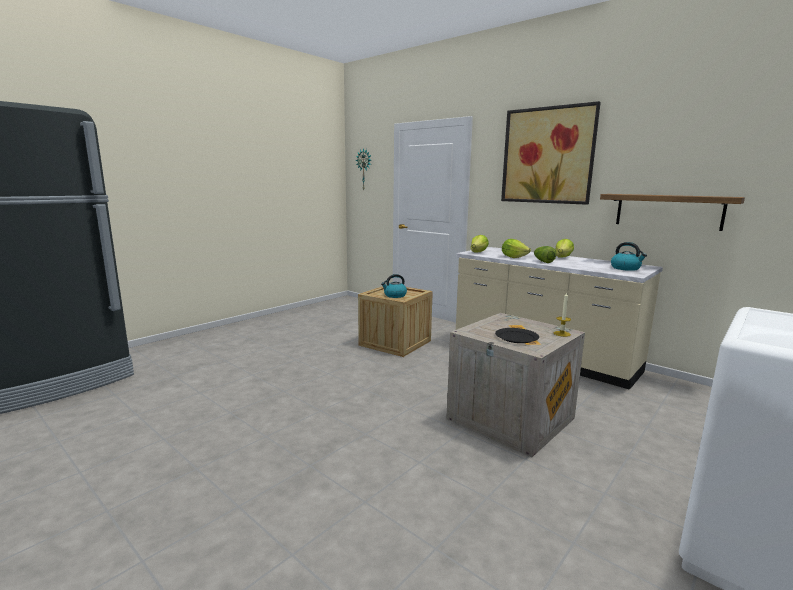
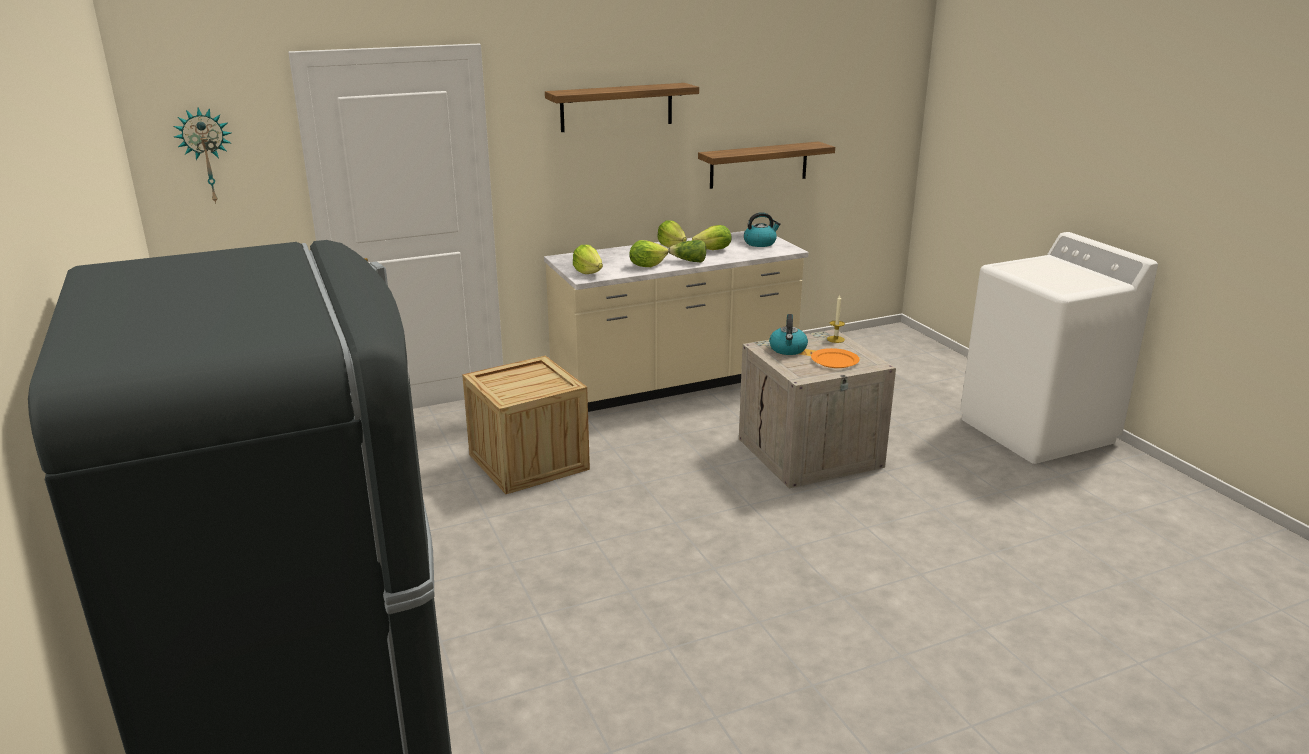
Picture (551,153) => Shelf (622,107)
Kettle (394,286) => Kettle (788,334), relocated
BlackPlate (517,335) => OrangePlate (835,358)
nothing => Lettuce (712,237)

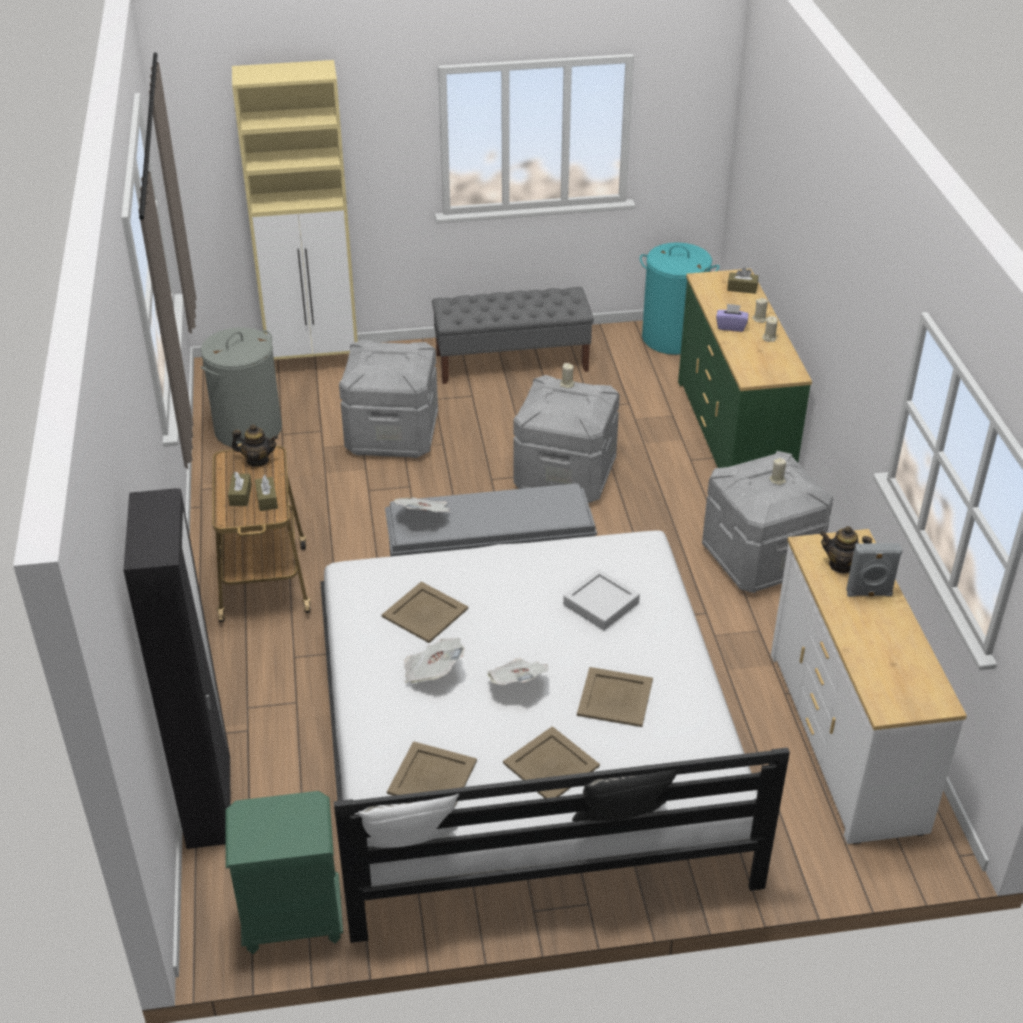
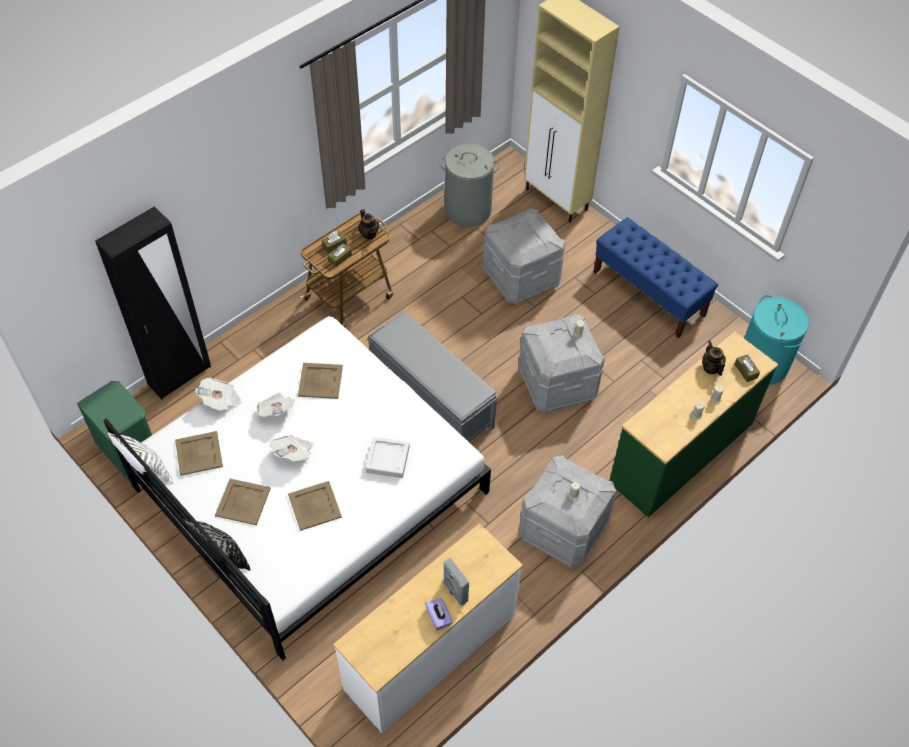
GreyBench (513,335) => BlueBench (656,277)
PurpleTissueBox (732,318) => PurpleTissueBox (439,614), relocated
Newspaper (422,504) => Newspaper (218,394), relocated
Teapot (846,549) => Teapot (714,358), relocated

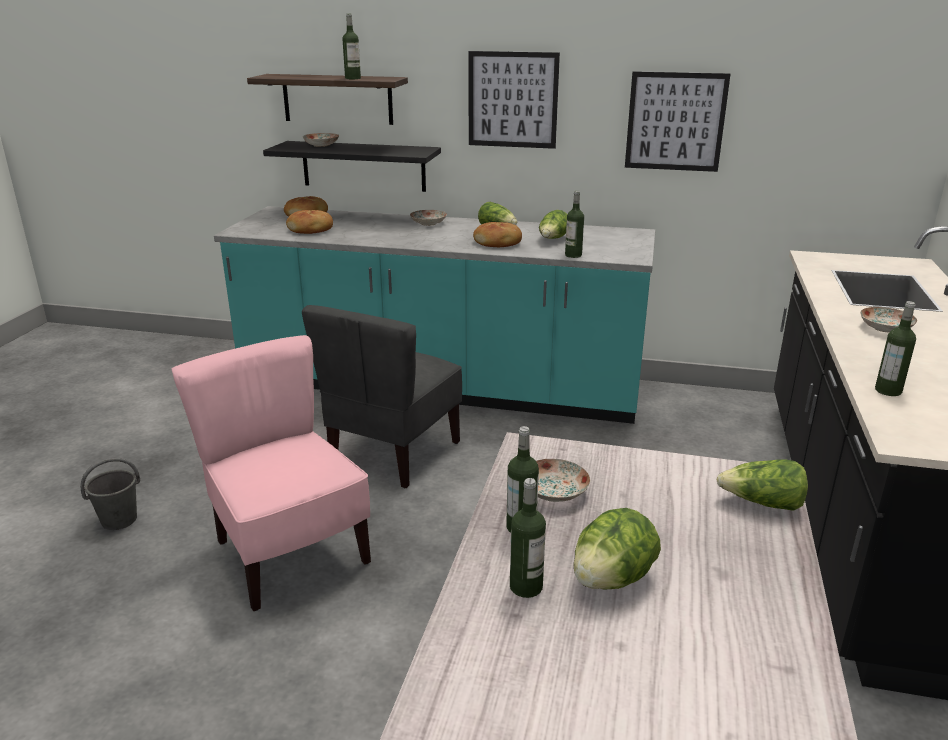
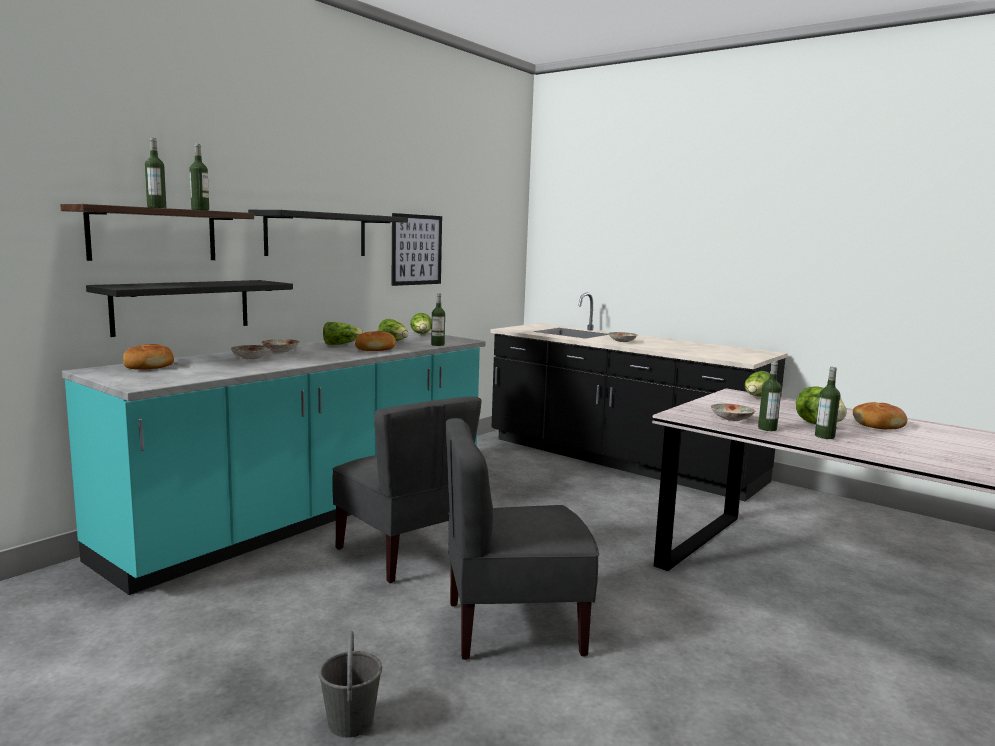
Picture (514,100) => BlackShelf (328,233)
Plate (320,140) => Plate (250,352), relocated
Bread (309,222) => Bread (880,415), relocated
Bottle (895,348) => Bottle (155,173), relocated
PinkChair (271,473) => GreyChair (522,539)
nothing => Lettuce (421,323)

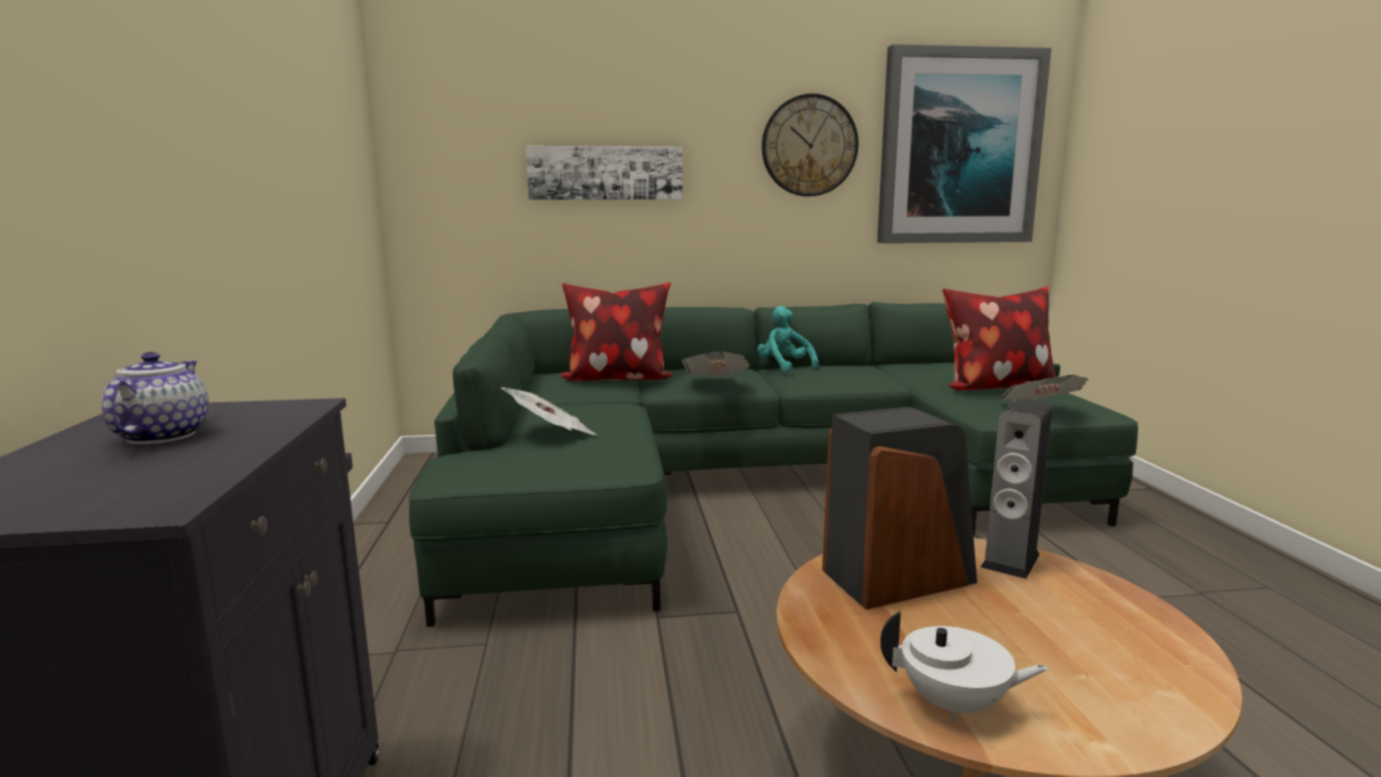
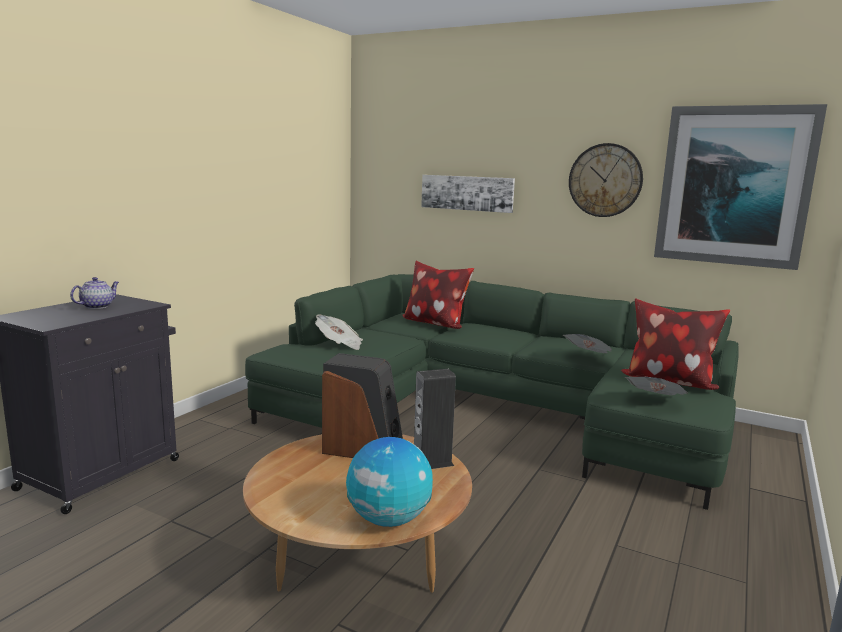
TurquoisePlushToy (788,339) => nothing
Newspaper (716,364) => Newspaper (587,343), relocated
WhiteTeapot (964,666) => nothing
nothing => Globe (389,482)

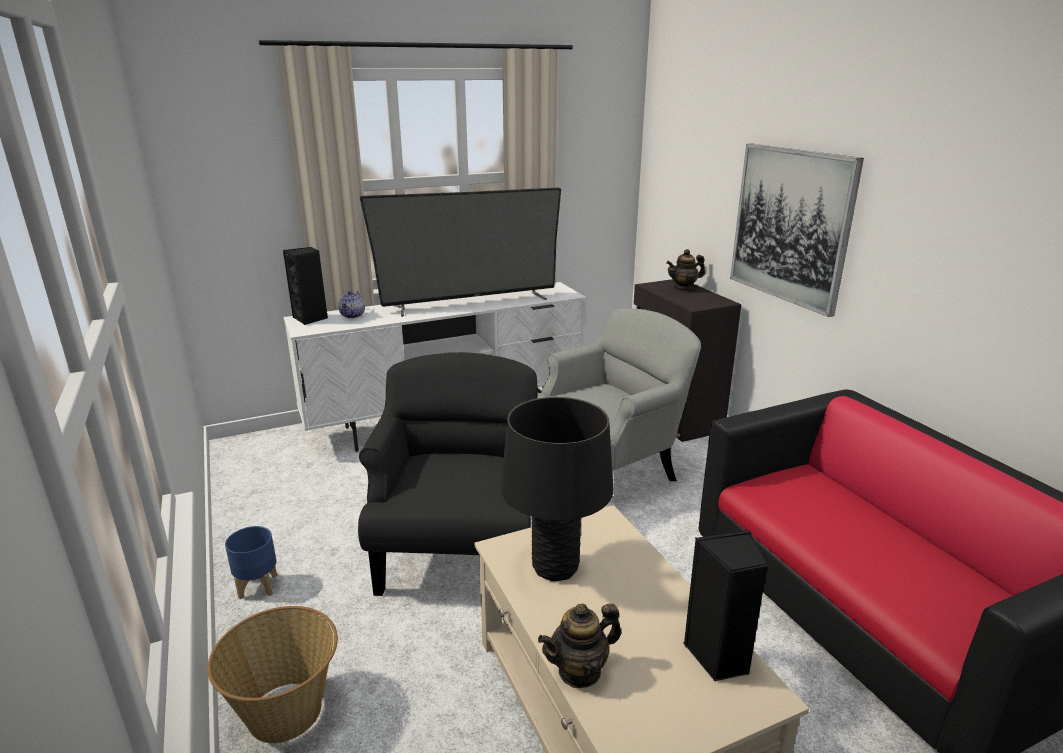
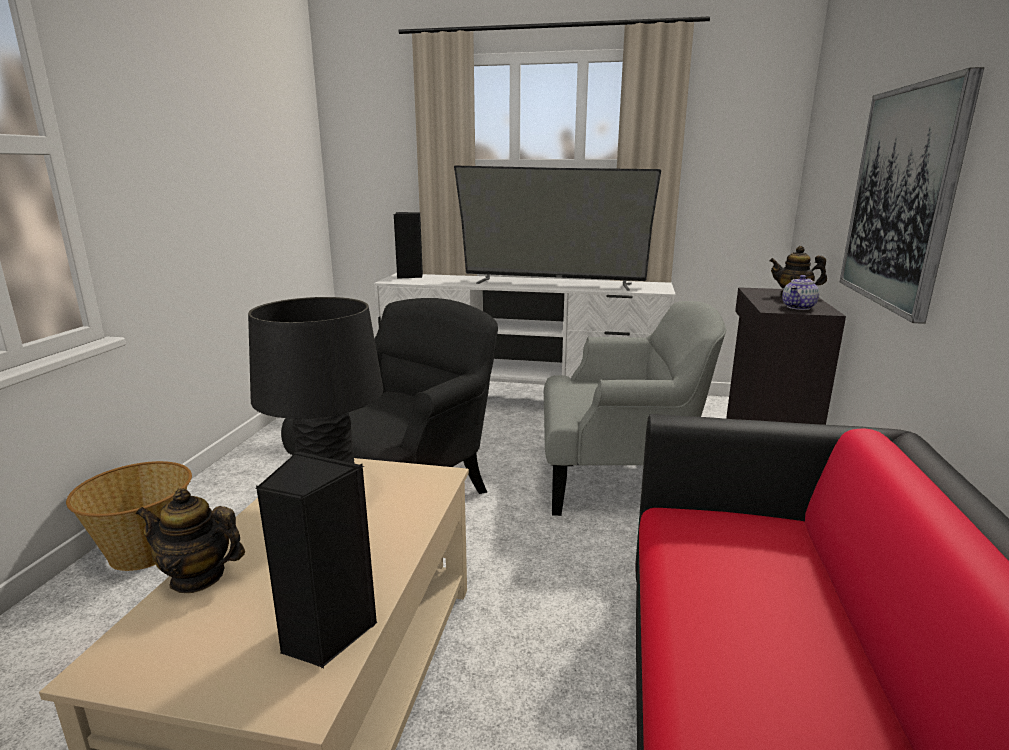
Teapot (351,304) => Teapot (800,292), relocated
BluePlanter (251,562) => nothing

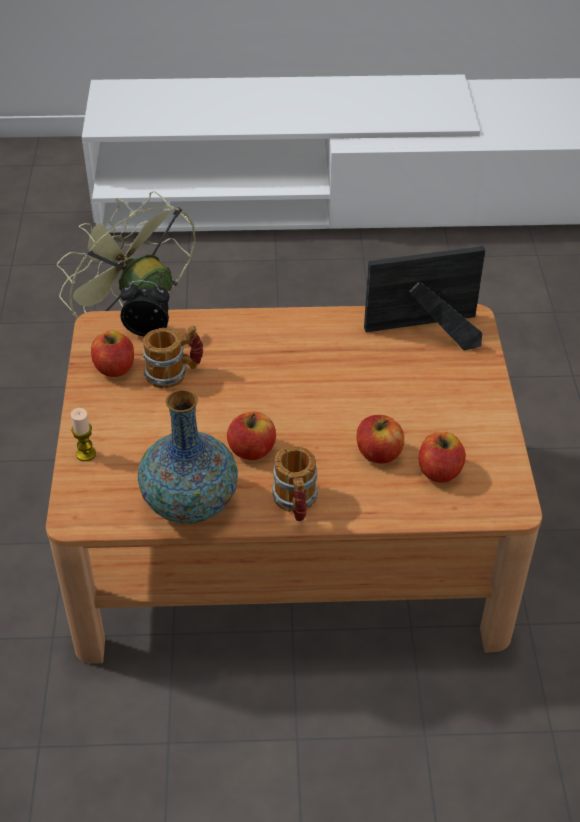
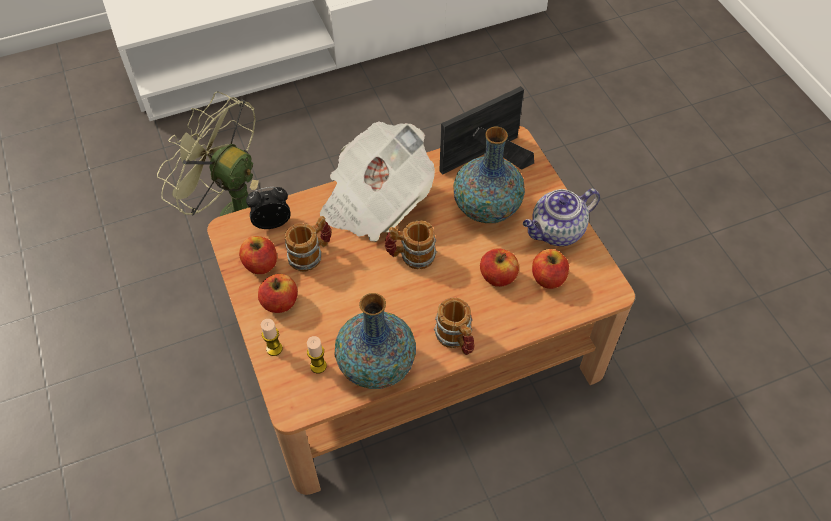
Apple (251,436) => Apple (278,293), relocated
nothing => Newspaper (377,181)
nothing => Vase (489,175)
nothing => Teapot (561,217)
nothing => Mug (411,245)
nothing => Candle (317,355)

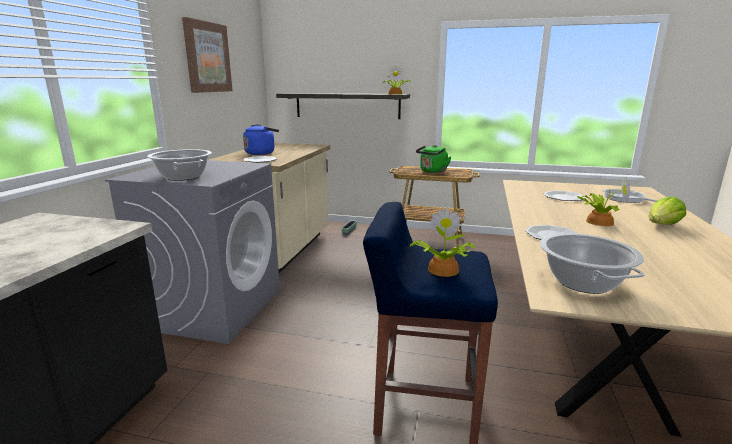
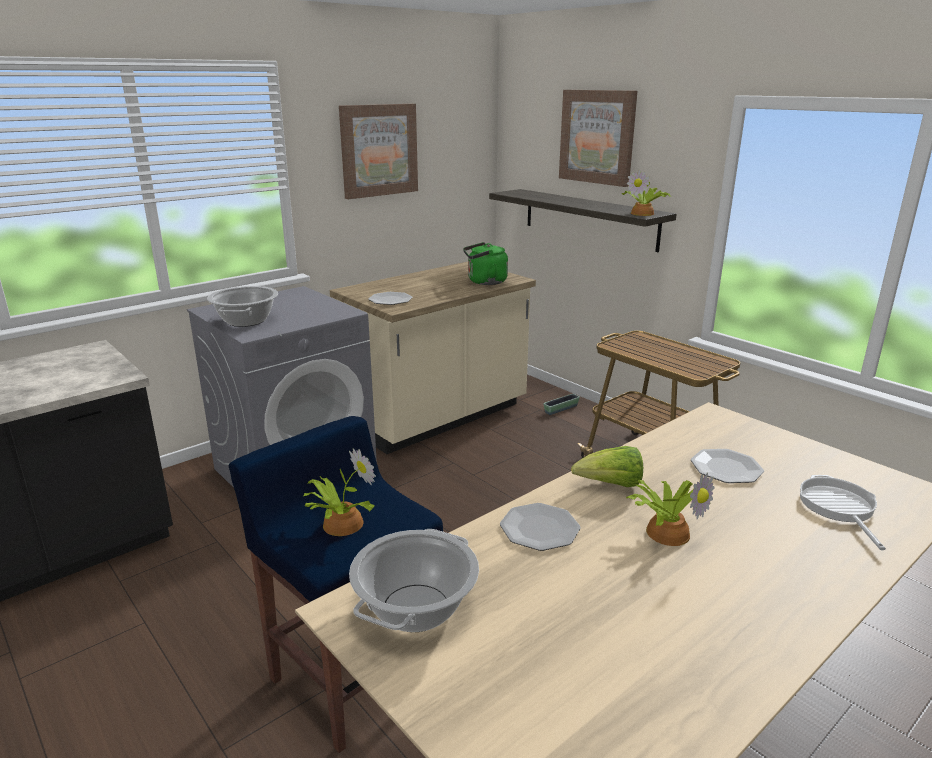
BlueKettle (261,139) => nothing
GreenKettle (433,159) => GreenKettle (485,263), relocated
Lettuce (667,210) => Lettuce (607,466), relocated
nothing => Picture (598,138)

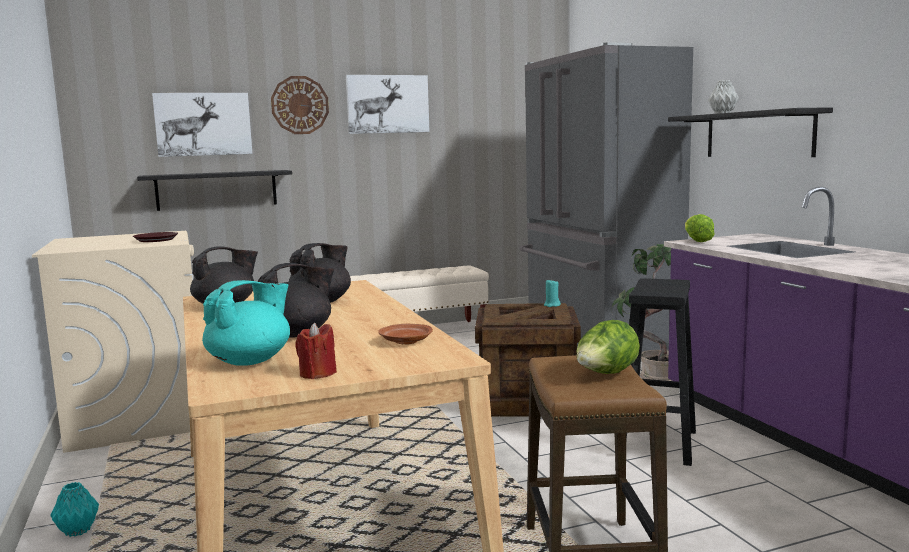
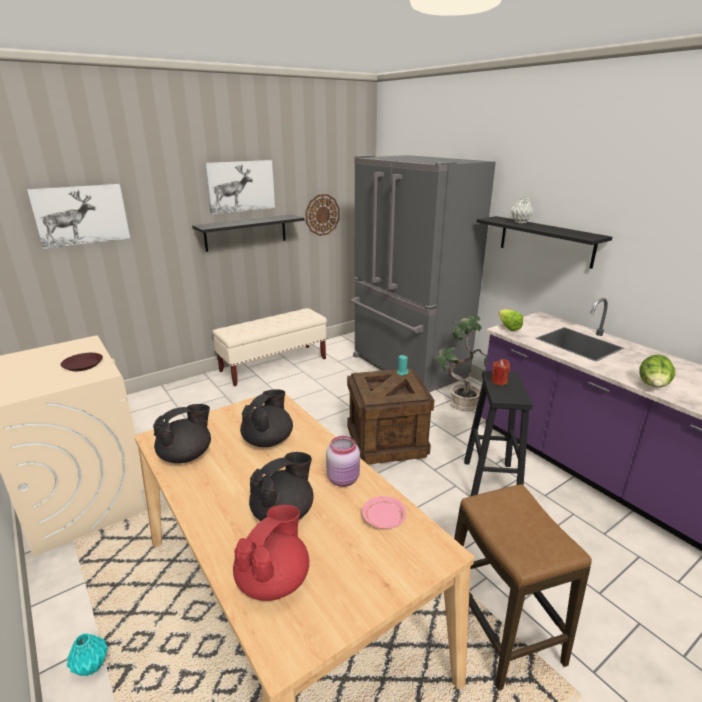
WallClock (300,105) => WallClock (322,215), relocated
BlackShelf (214,190) => BlackShelf (248,233), relocated
TurquoiseTeapot (246,323) => RedTeapot (271,553)
Lettuce (608,347) => Lettuce (657,371), relocated
RedCandle (316,350) => RedCandle (500,372), relocated
BrownPlate (405,334) => PinkPlate (384,512)
nothing => PinkJar (343,461)

